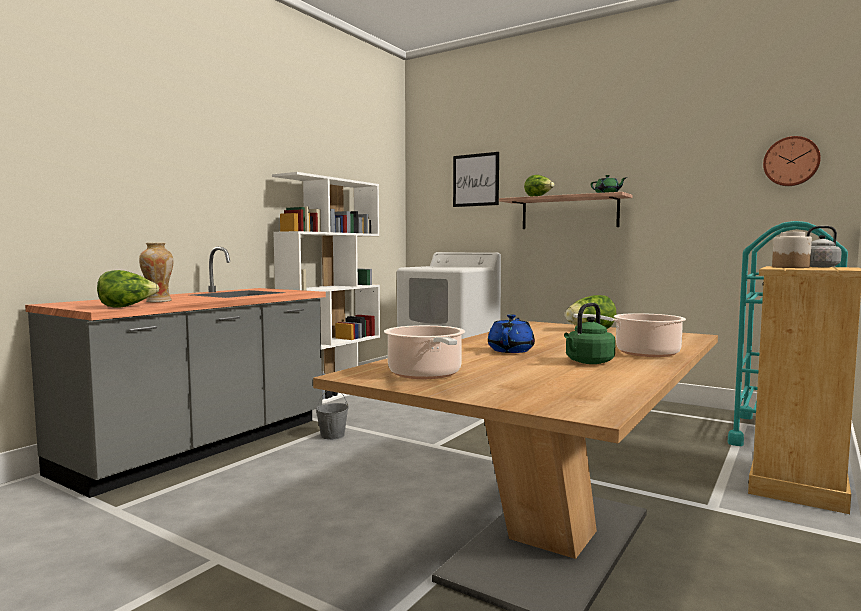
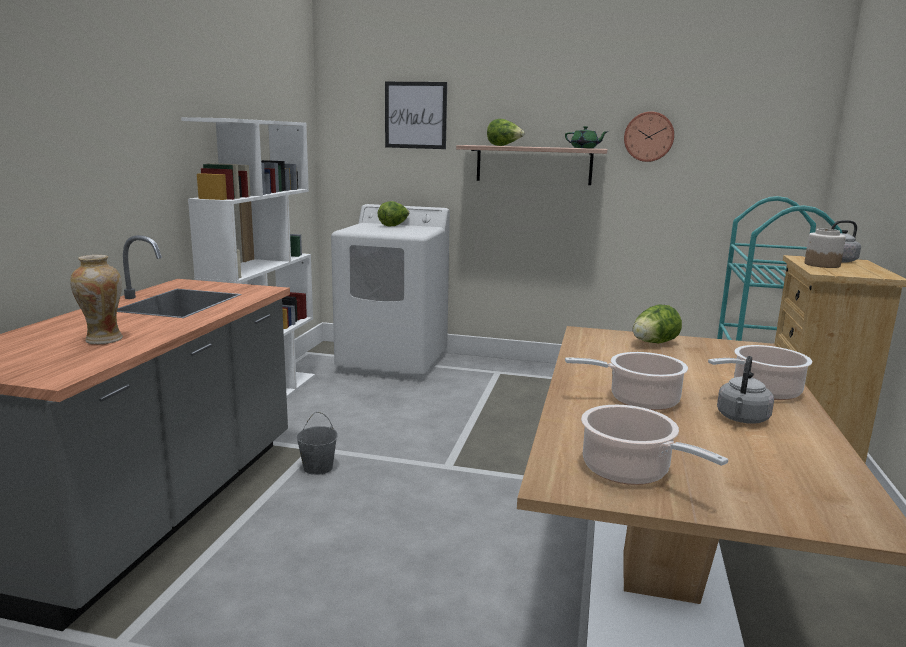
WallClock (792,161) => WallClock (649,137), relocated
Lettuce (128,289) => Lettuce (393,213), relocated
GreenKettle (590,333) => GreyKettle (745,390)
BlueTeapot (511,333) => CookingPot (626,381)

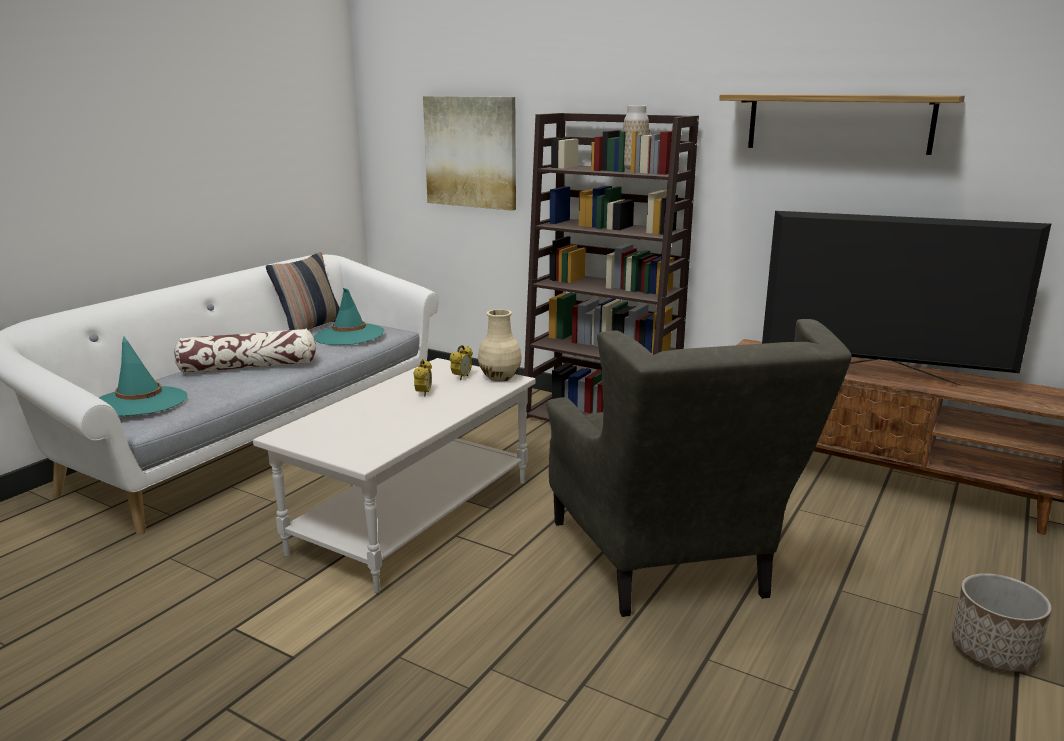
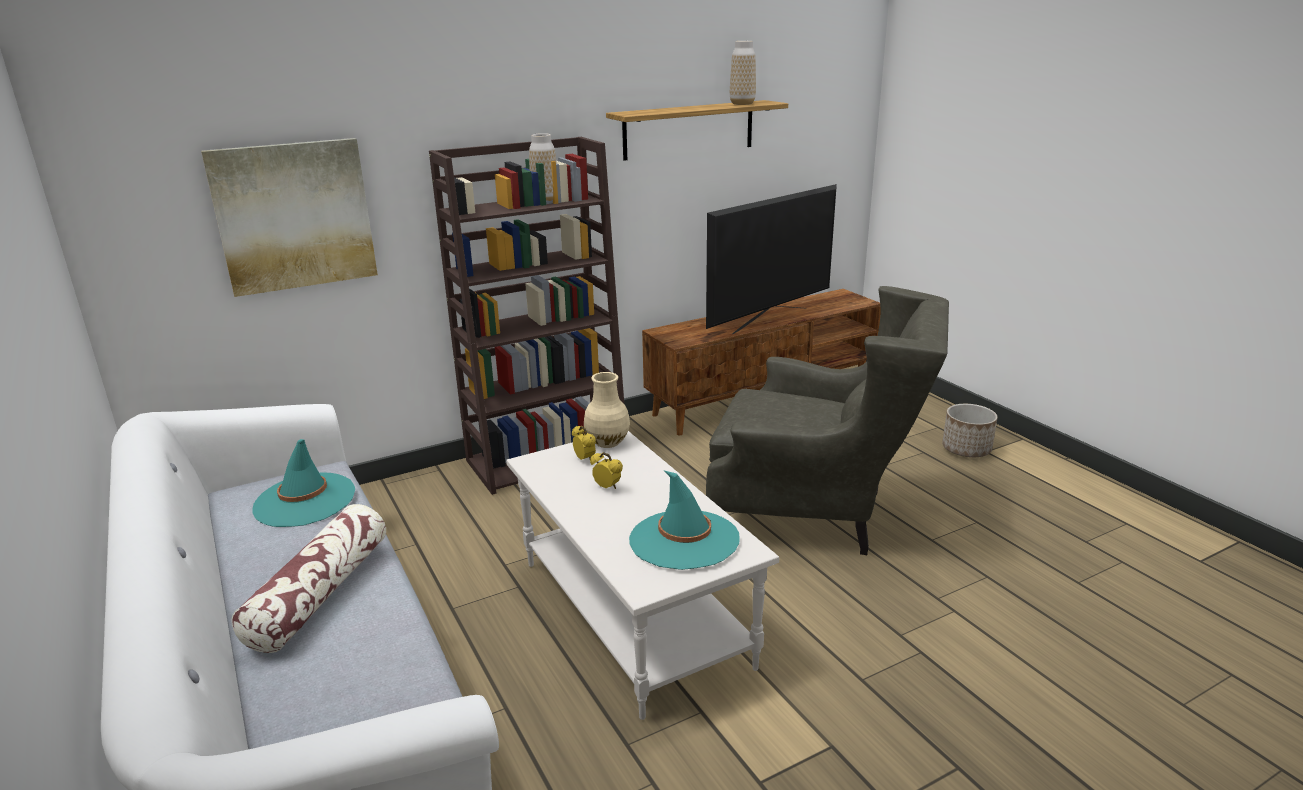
Pillow (303,291) => nothing
TurquoiseHat (143,376) => TurquoiseHat (684,520), relocated
nothing => Vase (743,73)

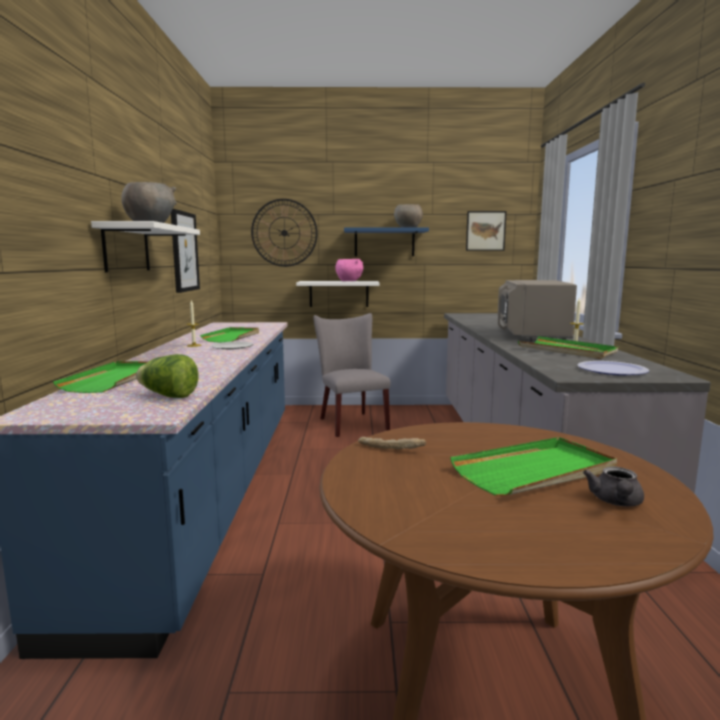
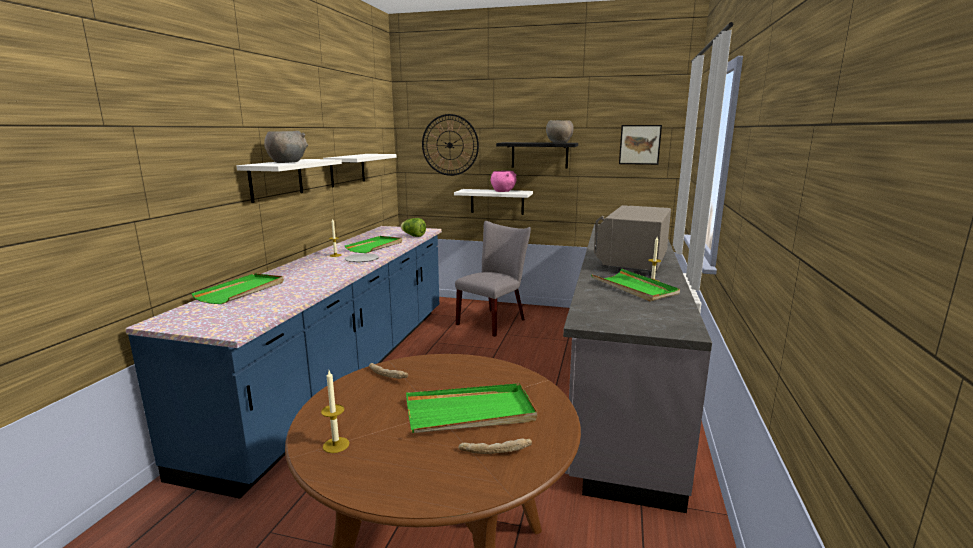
Picture (185,251) => WhiteShelf (360,170)
BlueShelf (386,241) => BlackShelf (537,155)
GreyChair (352,375) => GreyChair (493,279), 45 degrees clockwise
Lettuce (167,376) => Lettuce (413,227), relocated
Plate (613,368) => nothing
GreyTeapot (613,486) => Bread (495,446)
nothing => Candle (335,411)

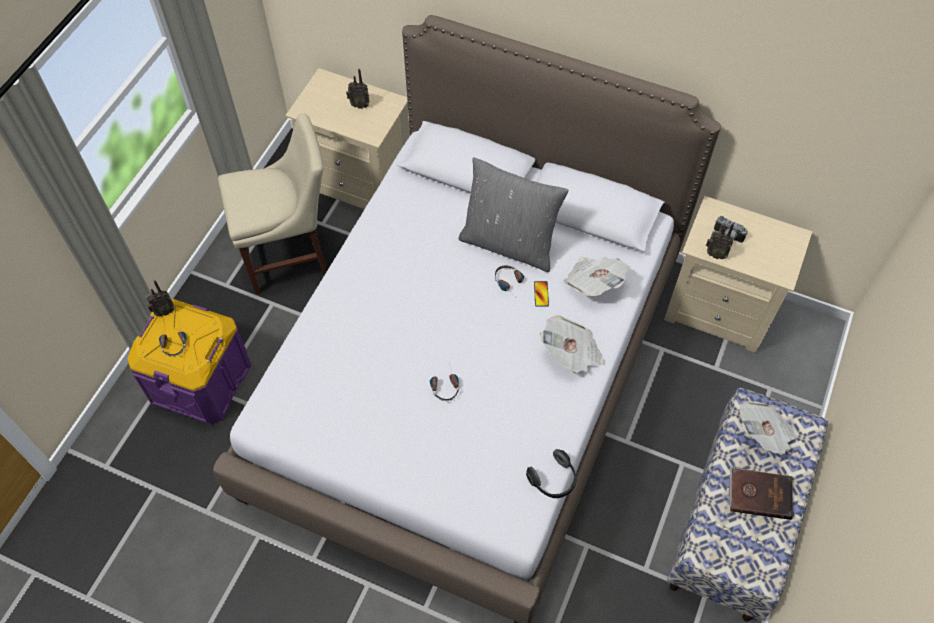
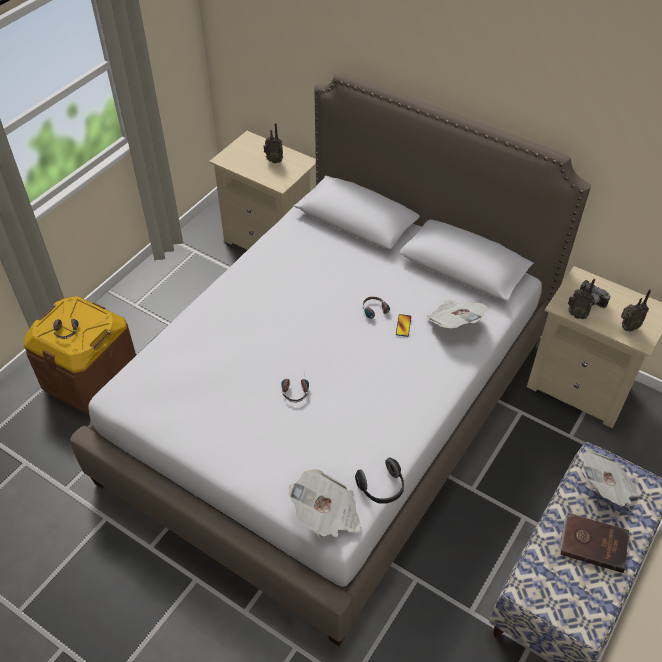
BeigeChair (272,203) => nothing
GreyPillow (513,214) => nothing
Radio (160,298) => Radio (636,310), relocated
PurpleStorageBox (189,361) => BrownStorageBox (80,355)
Newspaper (572,344) => Newspaper (325,503), relocated

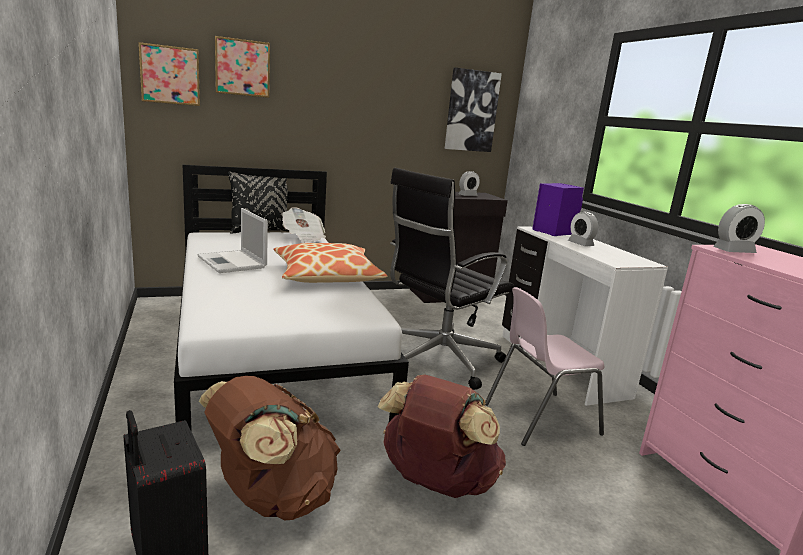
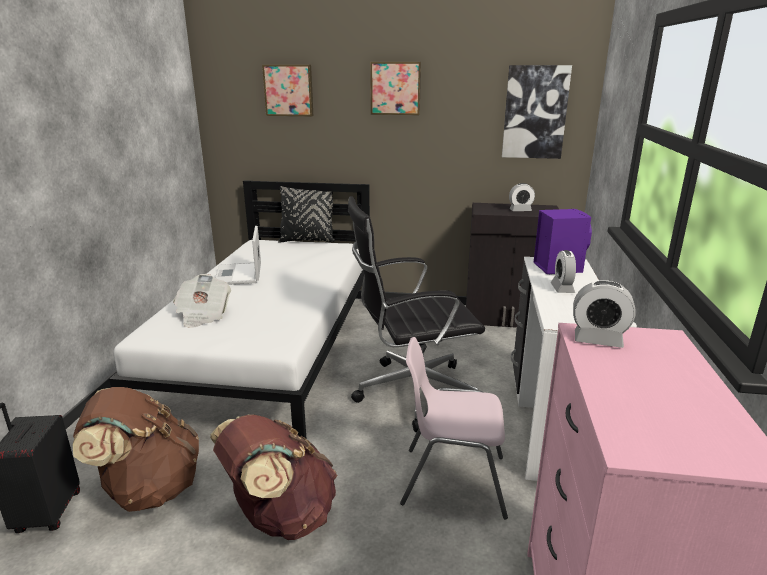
Picture (169,74) => Picture (395,88), relocated
Newspaper (304,225) => Newspaper (202,301), relocated
Pillow (330,263) => nothing

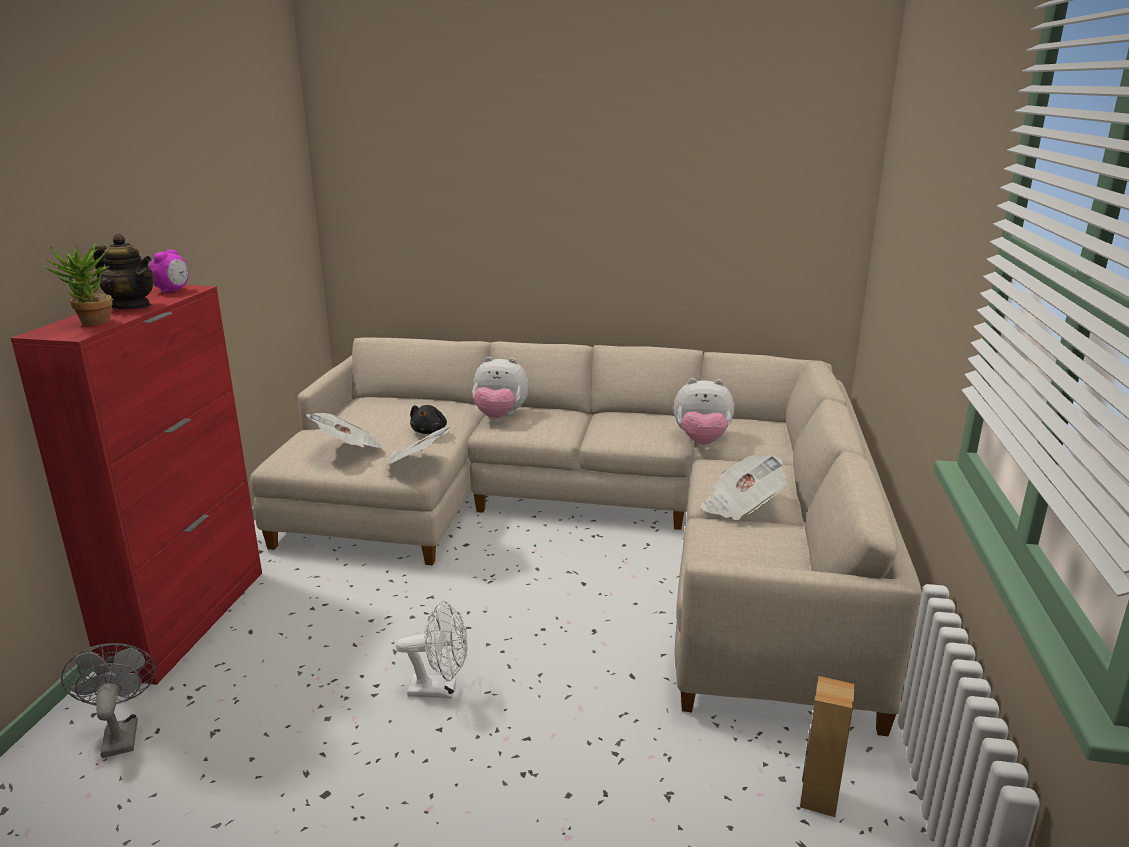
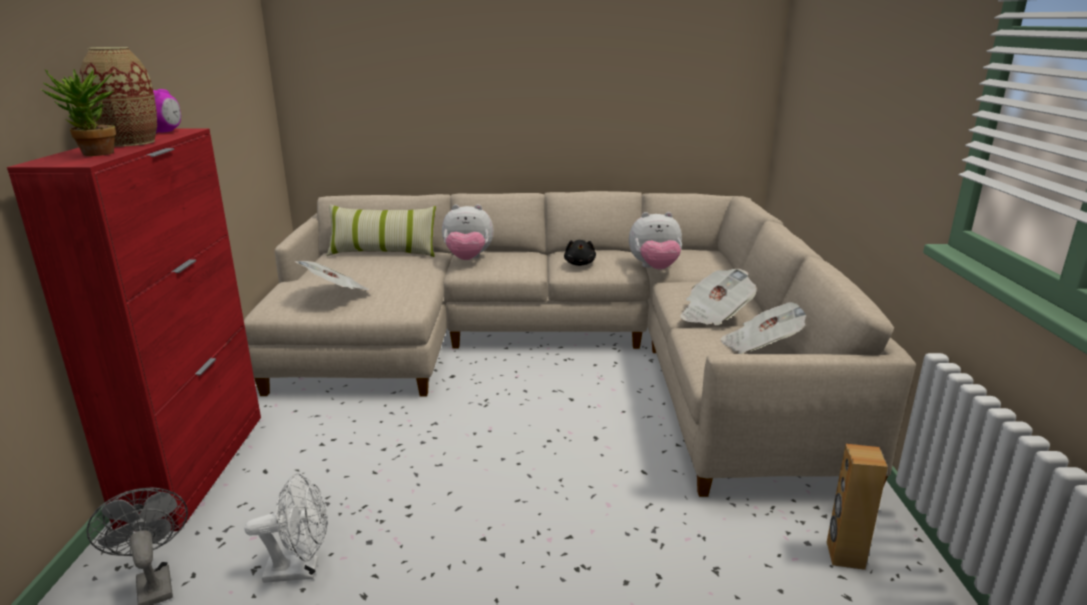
Teapot (124,271) => Vase (118,97)
BlackPlushToy (428,419) => BlackPlushToy (580,253), relocated
Newspaper (417,446) => Newspaper (763,328), relocated
WhiteFan (432,649) => WhiteFan (285,528), relocated
nothing => Pillow (381,230)

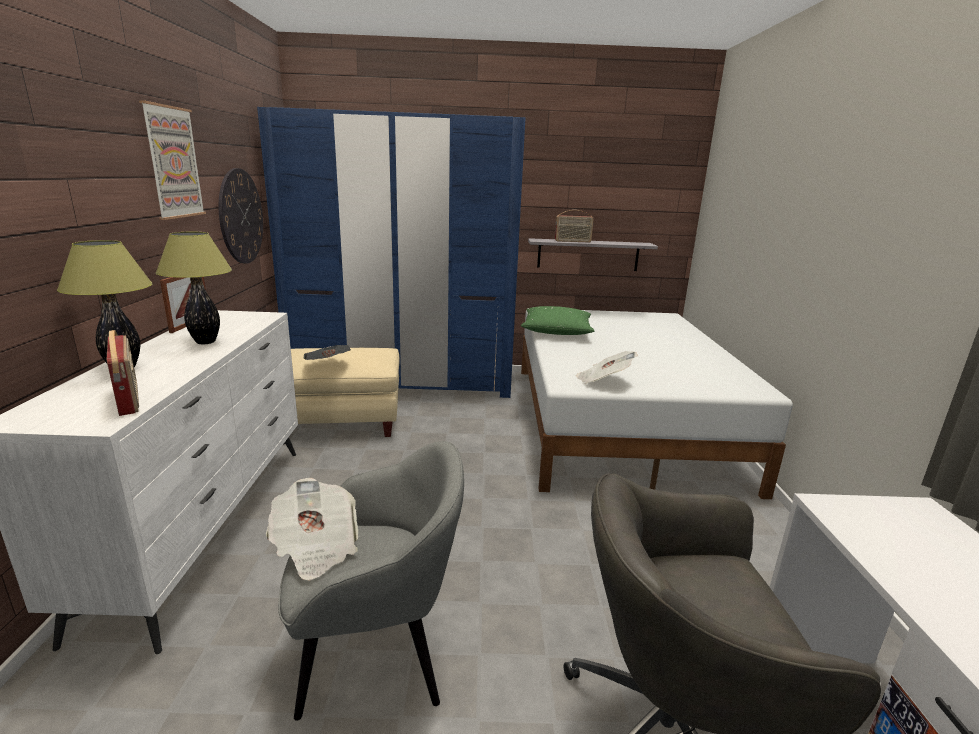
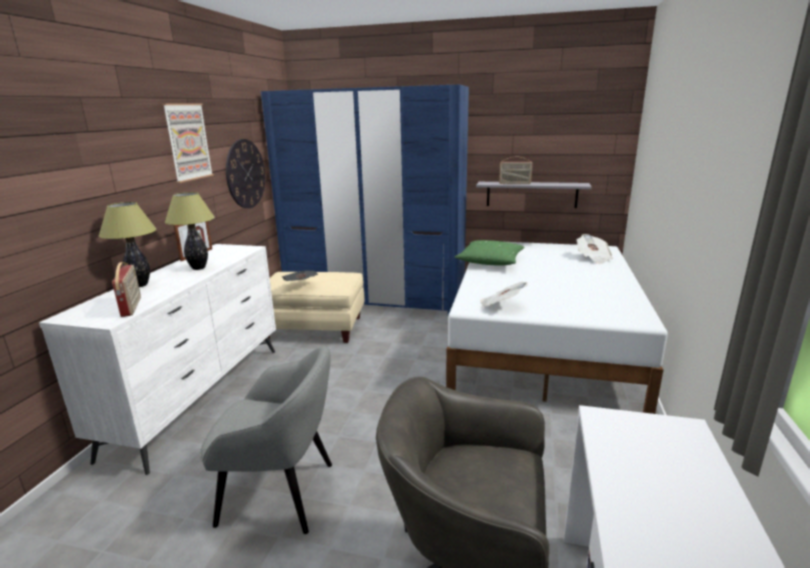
Newspaper (312,529) => Newspaper (594,249), relocated

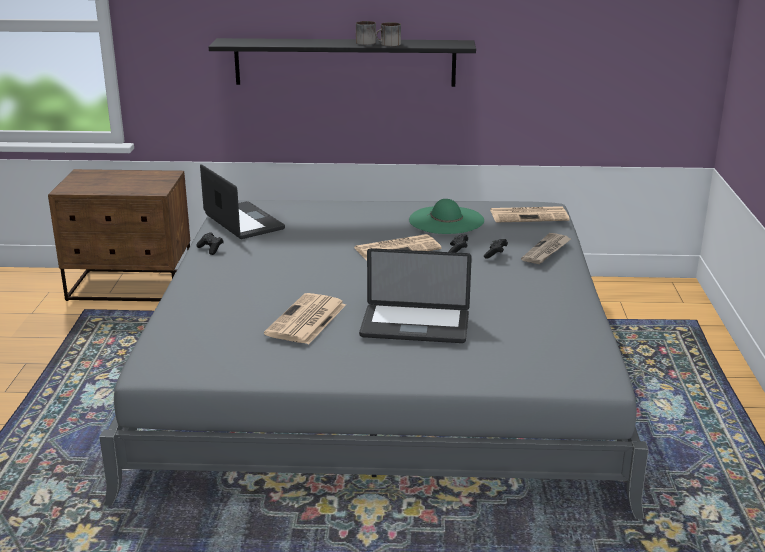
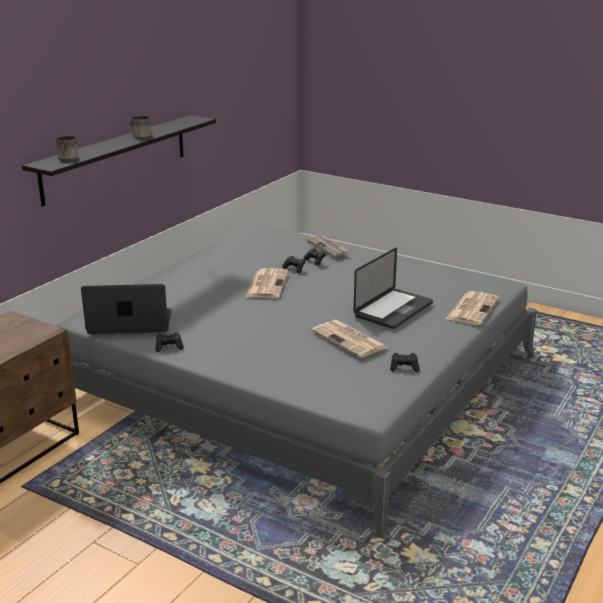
Mug (388,34) => Mug (67,148), relocated
GreenHat (446,216) => nothing
Newspaper (530,214) => Newspaper (472,308), relocated
nothing => BlackGameController (405,362)

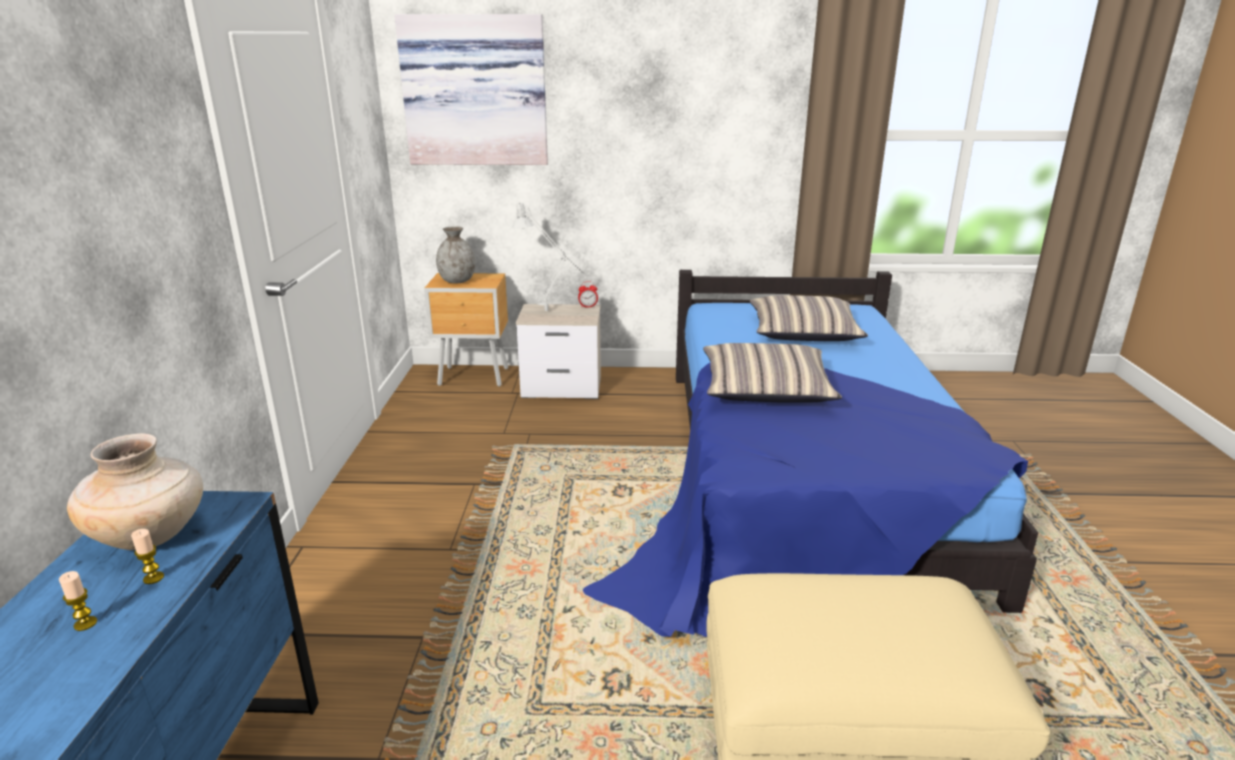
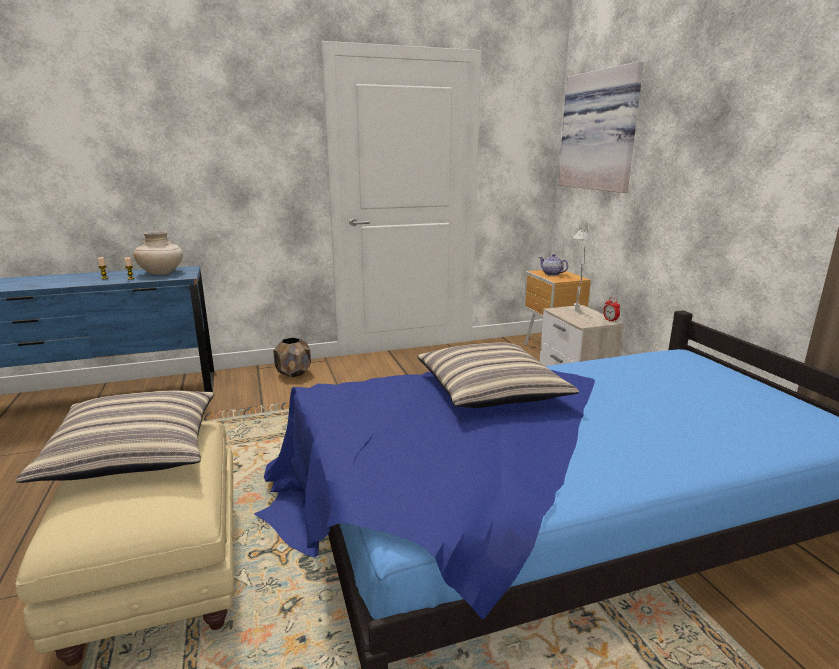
GreyVase (456,254) => Teapot (553,265)
Pillow (809,318) => Pillow (115,436), relocated
nothing => BrownPlanter (292,357)

